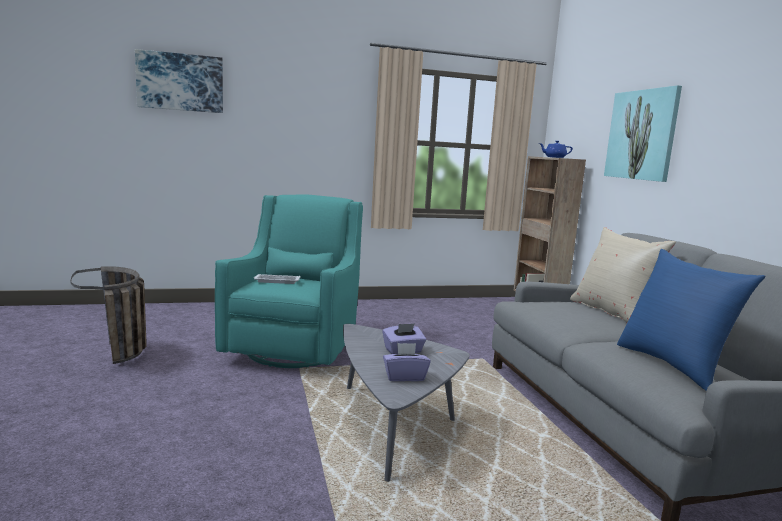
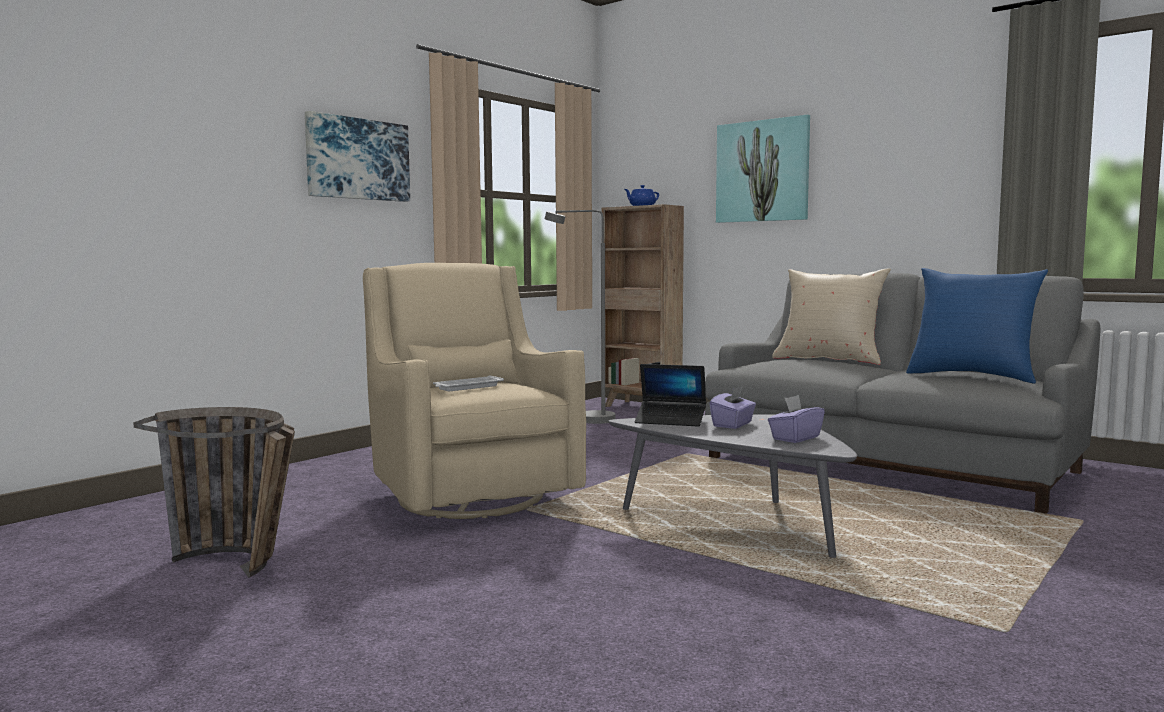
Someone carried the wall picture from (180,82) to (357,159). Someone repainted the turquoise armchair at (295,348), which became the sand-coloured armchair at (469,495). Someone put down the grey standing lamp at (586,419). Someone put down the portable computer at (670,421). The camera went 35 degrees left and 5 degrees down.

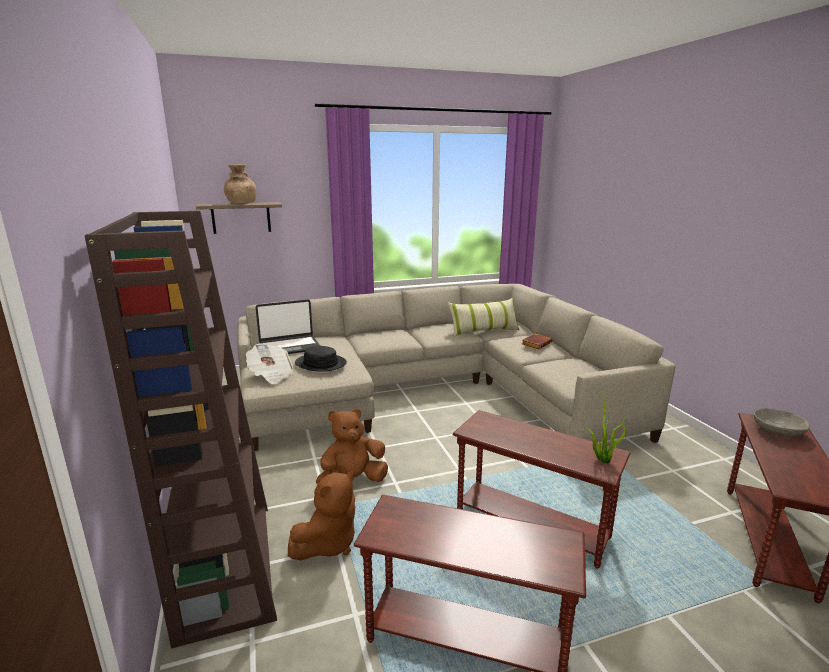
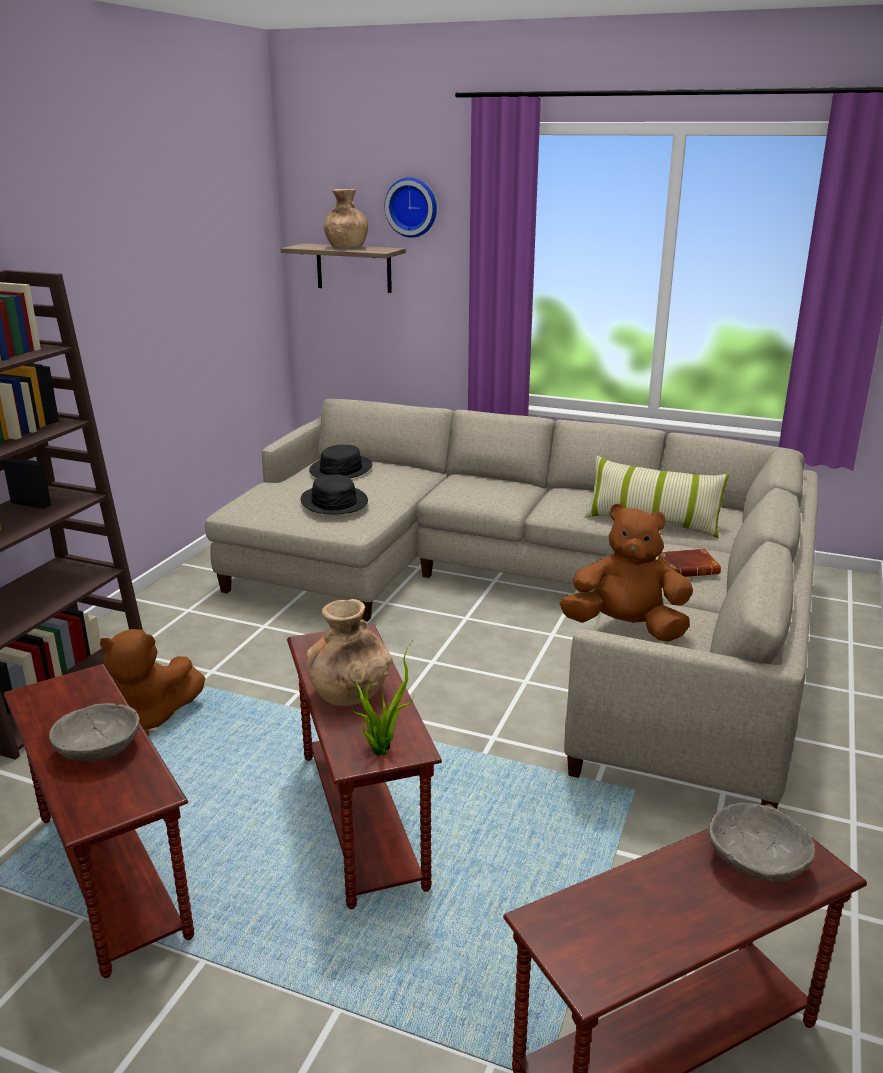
Someone put down the grey serving bowl at (99,748). Someone put down the brown-coloured vase at (349,693). Someone swapped the portable computer at (289,347) for the black-coloured clothing hat at (341,469). Someone put up the hanging clock at (412,207). Someone carried the brown-coloured plush toy from (352,481) to (626,628). Someone took away the daily paper at (271,375). The camera went 40 degrees right and 5 degrees up.

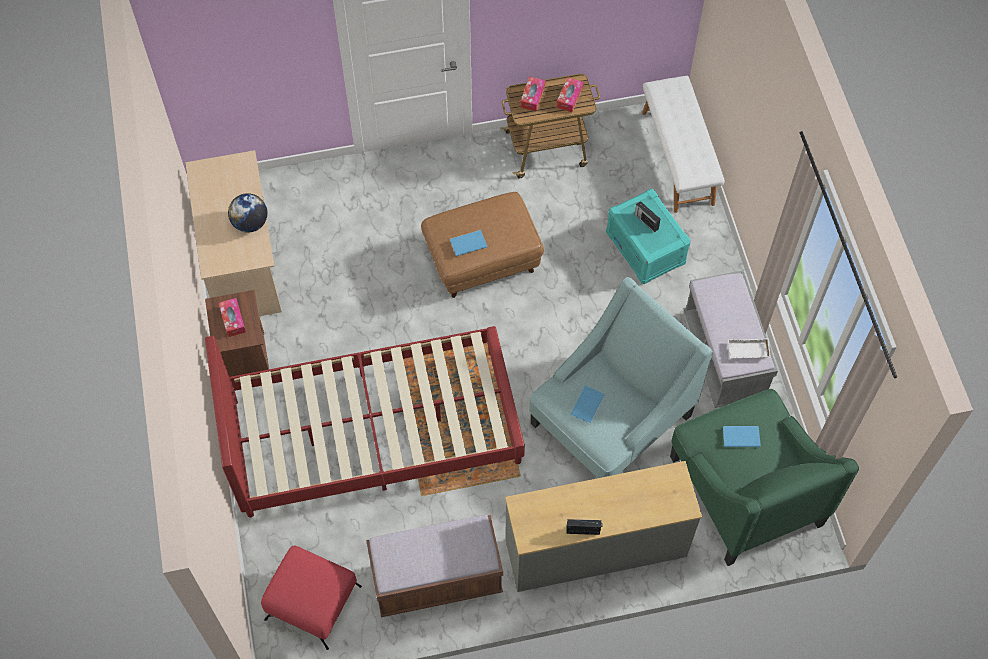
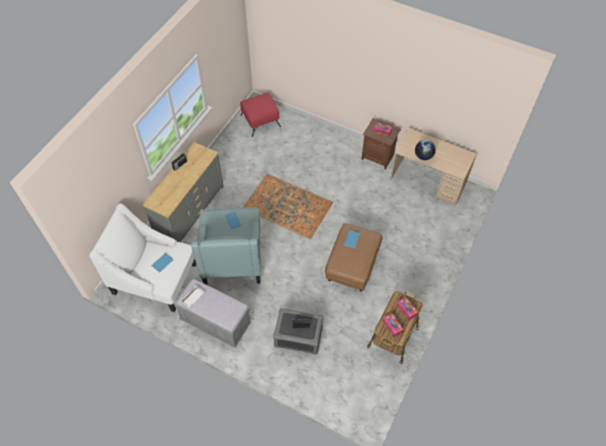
Someone repainted the green armchair at (745,489), which became the white armchair at (155,279). Someone repainted the turquoise storage bin at (646,247), which became the grey storage bin at (298,336). Someone took away the reddish sleeping bed at (373,432). Someone took away the brown-coloured indoor bench at (437,580). Someone took away the white indoor bench at (678,157). The camera went 130 degrees right and 5 degrees down.

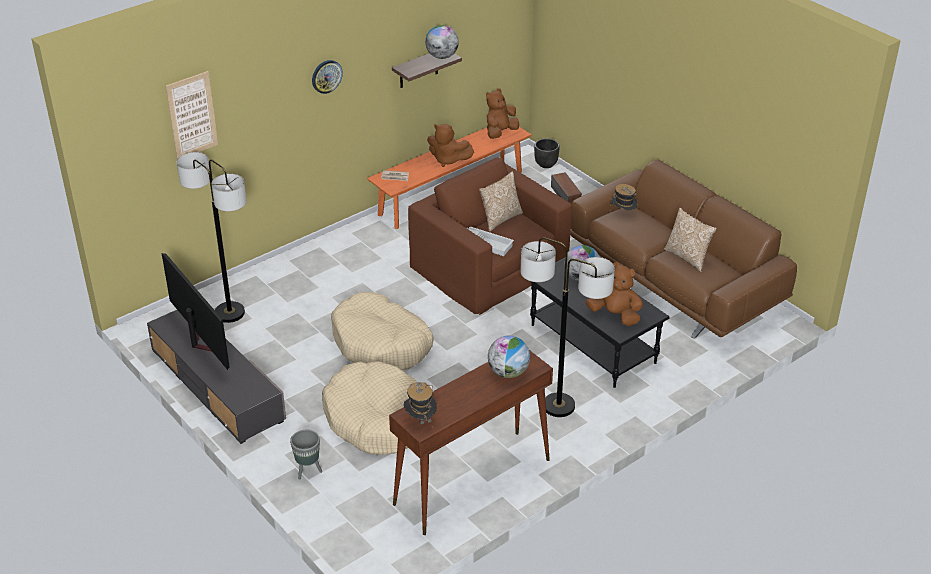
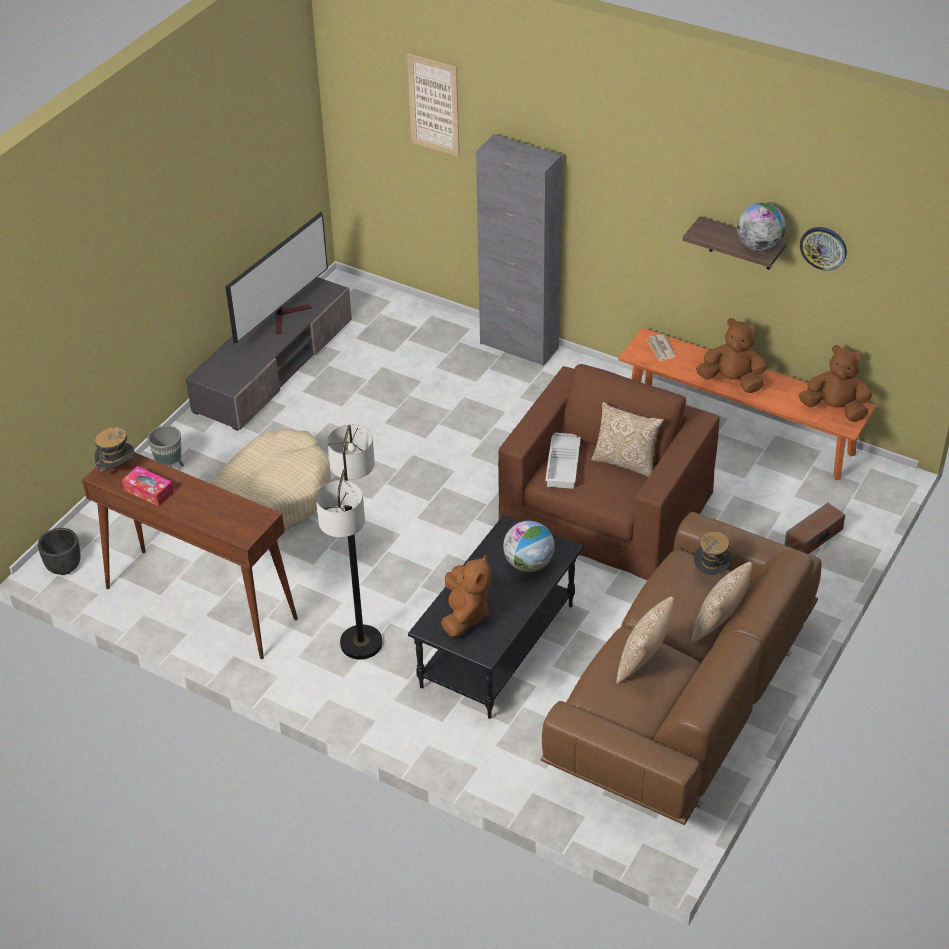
Someone carried the black-coloured plant pot from (545,164) to (63,566). Someone put down the tissue holder at (149,491). Someone put down the grey cupboard at (519,346). Someone put down the throw pillow at (719,625). Someone rotated the brown-coloured plush toy at (448,160) by 105 degrees clockwise. Someone carried the hanging clock from (326,76) to (823,247). Someone took away the standing lamp at (229,313). Someone took away the sand-coloured dog bed at (381,344). Someone took away the desk globe at (508,372). The camera went 70 degrees right and 5 degrees up.

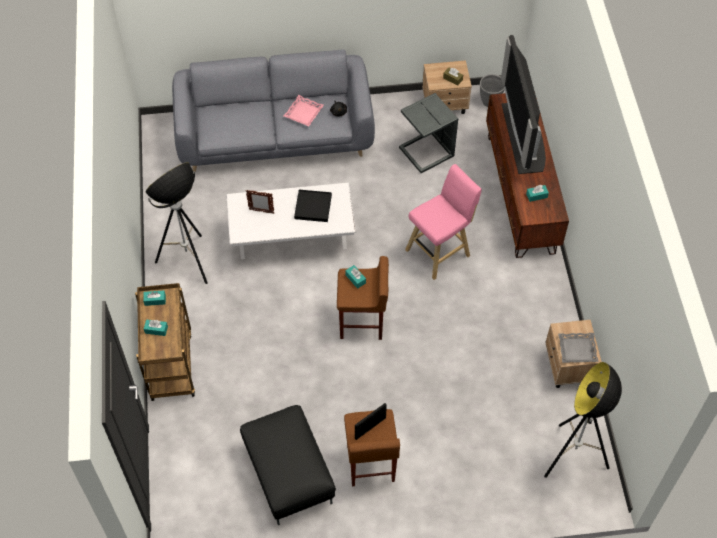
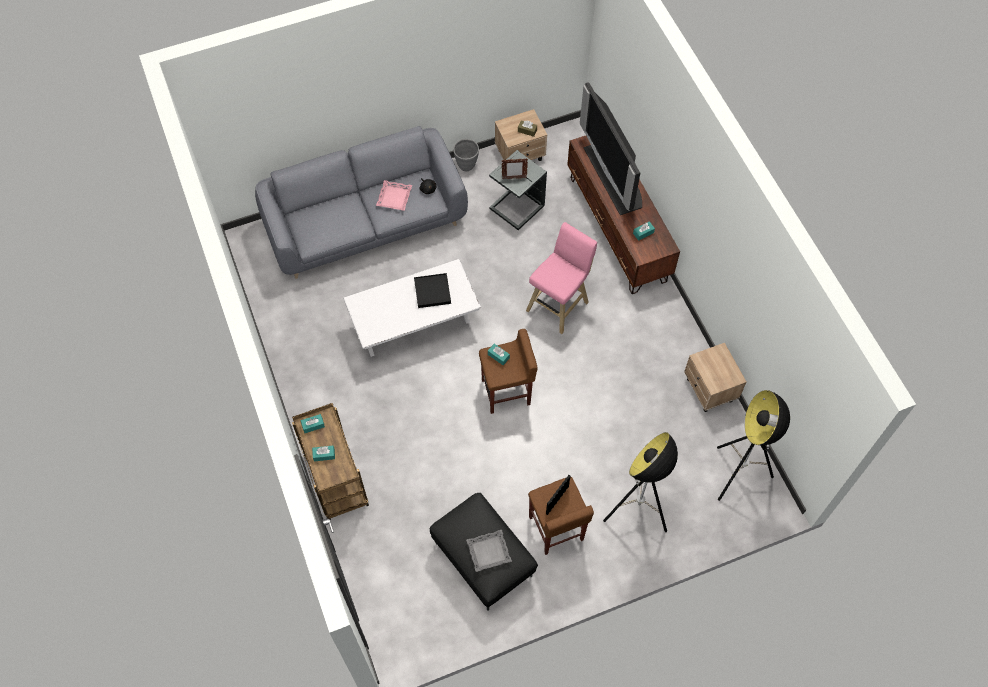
Someone carried the grey plant pot from (490,102) to (466,165). Someone carried the grey carrying tray from (577,350) to (488,552). Someone carried the picture frame from (261,211) to (514,178). Someone carried the standing lamp from (188,262) to (637,511). The camera went 15 degrees left and 5 degrees up.

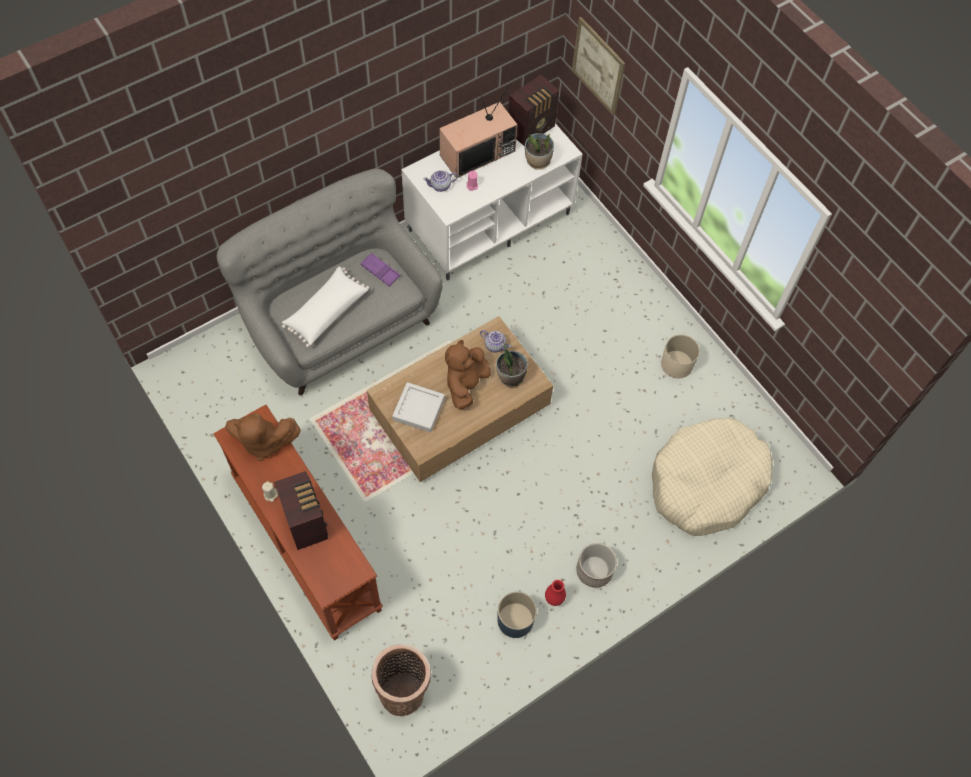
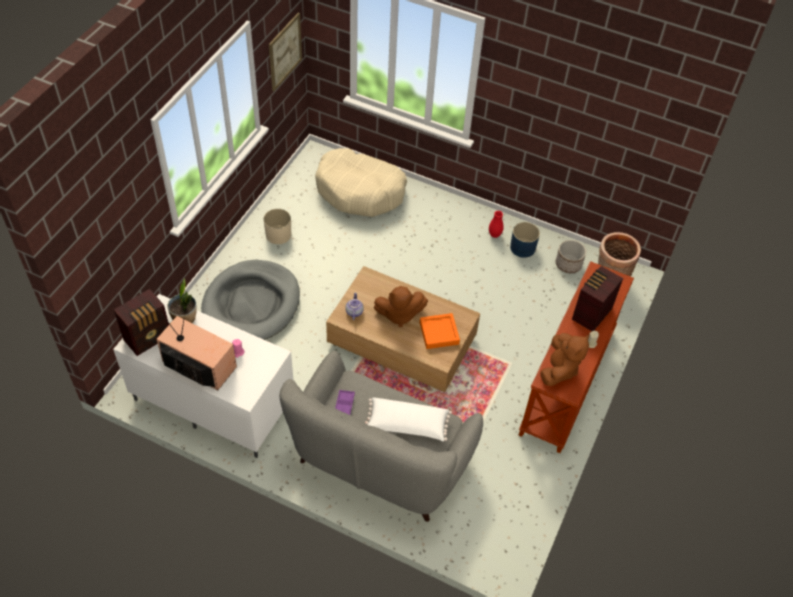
Someone rotated the radio set at (532,129) by 120 degrees clockwise. Someone put down the grey dog bed at (252,304). Someone carried the wall picture from (598,66) to (285,51). Someone repainted the grey carrying tray at (418,409), which became the orange carrying tray at (439,333). Someone rotated the brown-coloured plush toy at (263,442) by 45 degrees clockwise. Someone carried the plant pot from (594,571) to (568,264). Someone took away the pot for tea at (440,186). Someone took away the plant in a pot at (510,377). The camera went 120 degrees left and 10 degrees down.

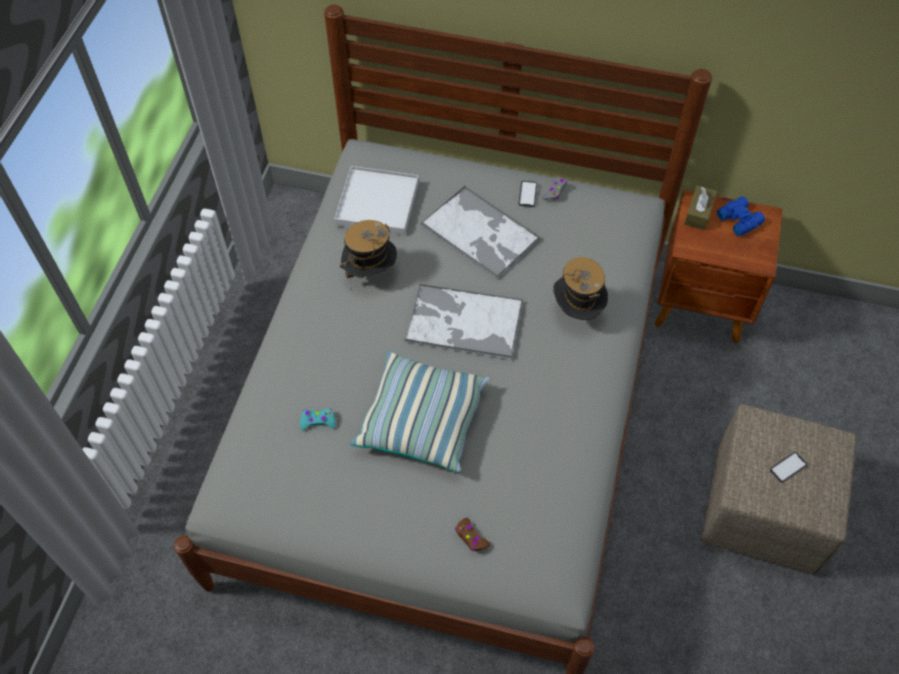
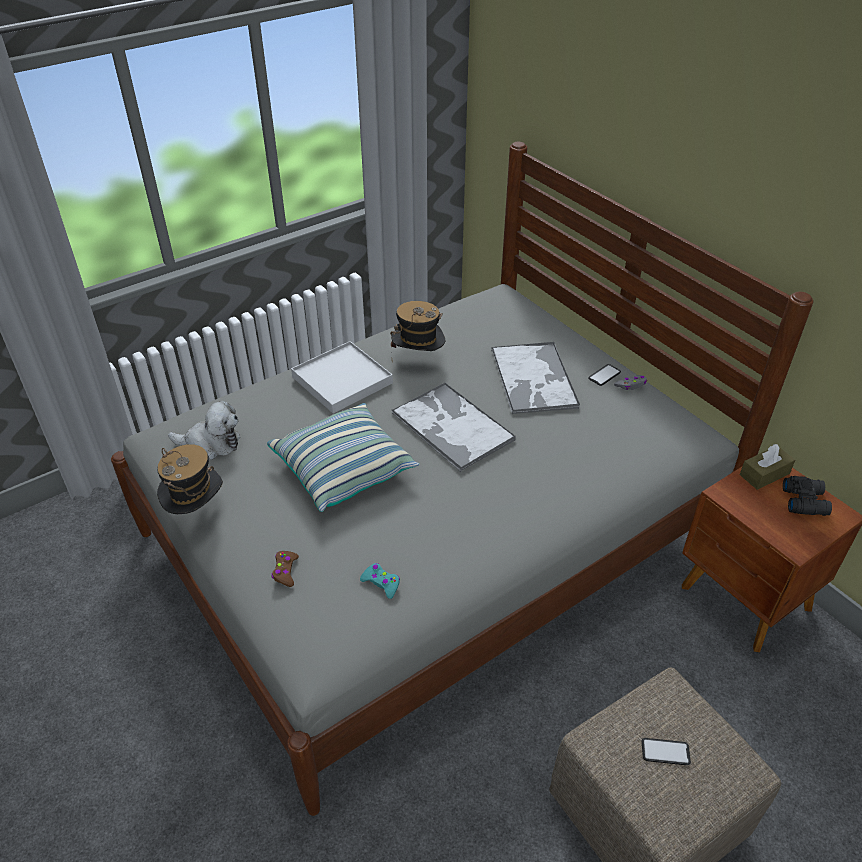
Someone carried the clothing hat from (577,311) to (197,511). Someone put down the plush toy at (211,443). Someone carried the white carrying tray from (377,204) to (342,380). Someone carried the turquoise gamepad from (318,421) to (381,583). Someone repainted the blue-coloured pair of binoculars at (739,219), which became the black-coloured pair of binoculars at (805,501). The camera went 40 degrees right and 15 degrees down.

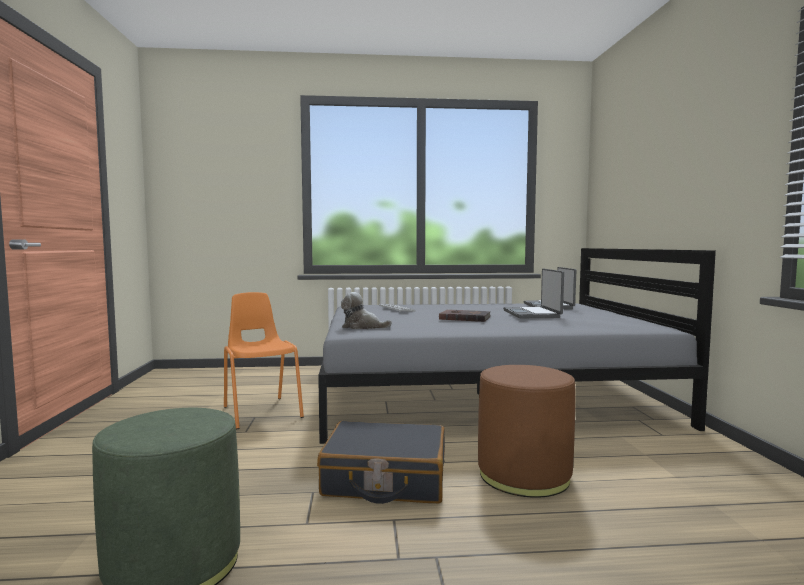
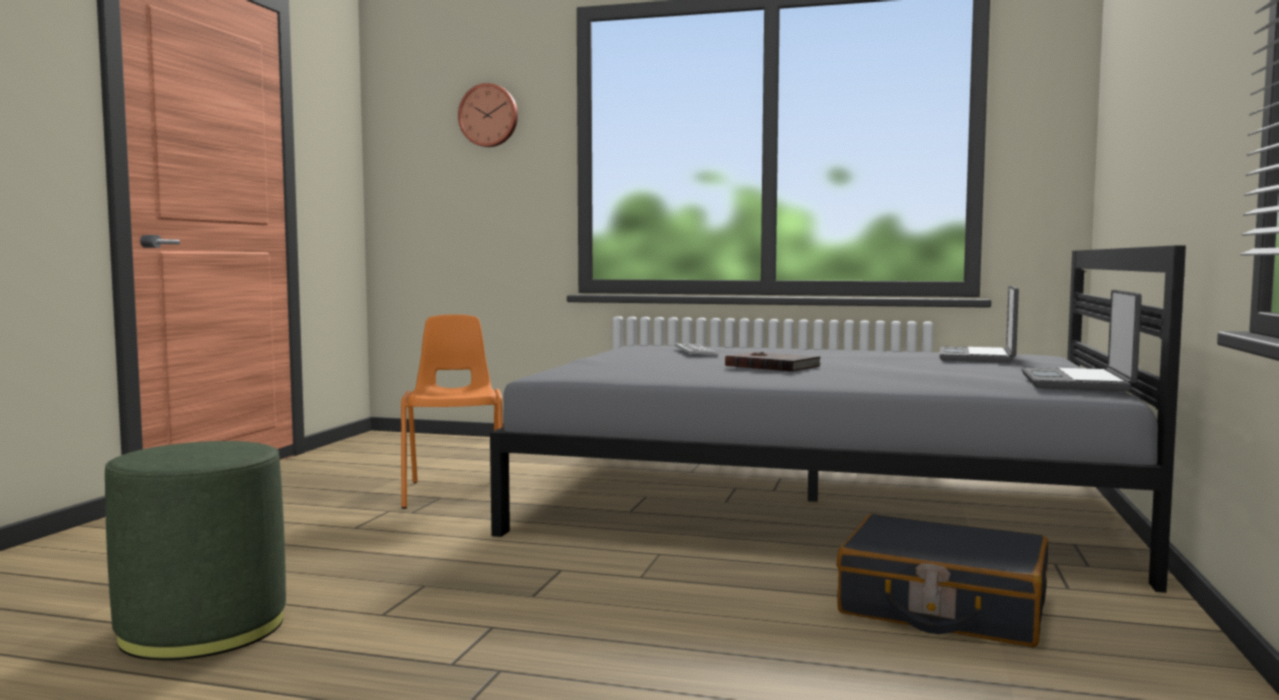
Someone put up the hanging clock at (489,115). Someone carried the black-coloured suitcase from (385,479) to (942,607). Someone carried the portable computer from (532,314) to (1078,382). Someone took away the plush toy at (362,327). Someone took away the brown-coloured footrest at (523,475). The camera went 20 degrees right and 0 degrees up.

